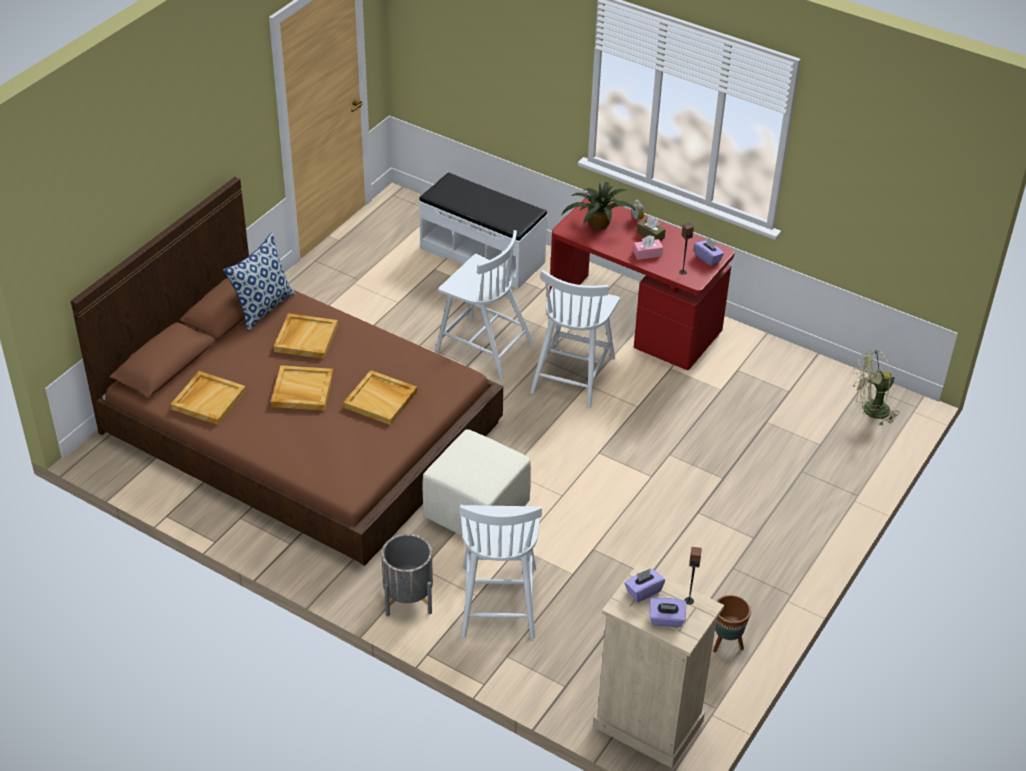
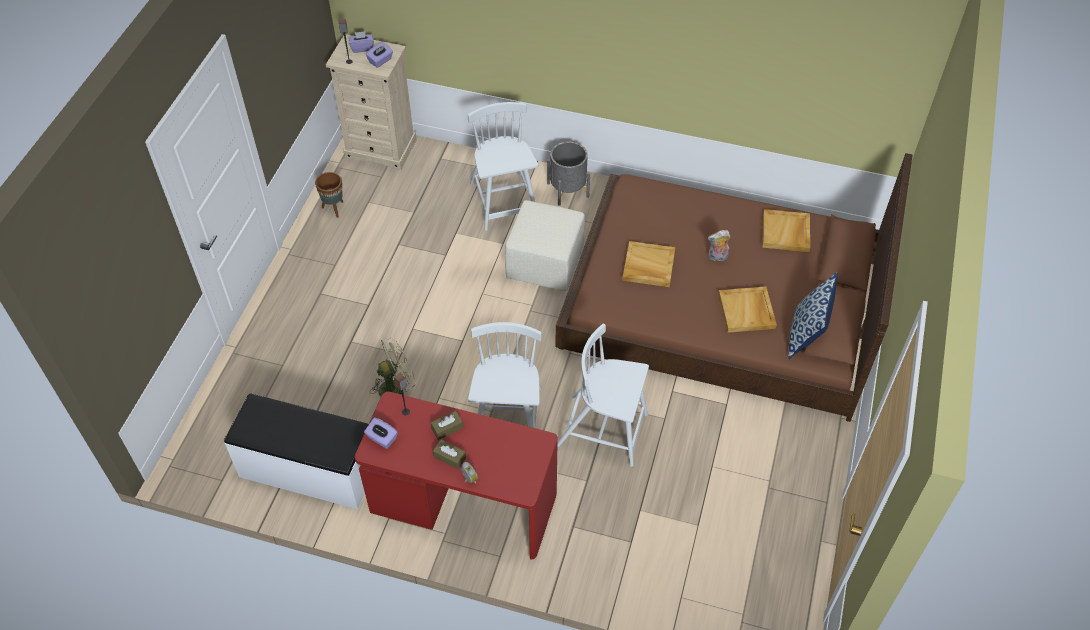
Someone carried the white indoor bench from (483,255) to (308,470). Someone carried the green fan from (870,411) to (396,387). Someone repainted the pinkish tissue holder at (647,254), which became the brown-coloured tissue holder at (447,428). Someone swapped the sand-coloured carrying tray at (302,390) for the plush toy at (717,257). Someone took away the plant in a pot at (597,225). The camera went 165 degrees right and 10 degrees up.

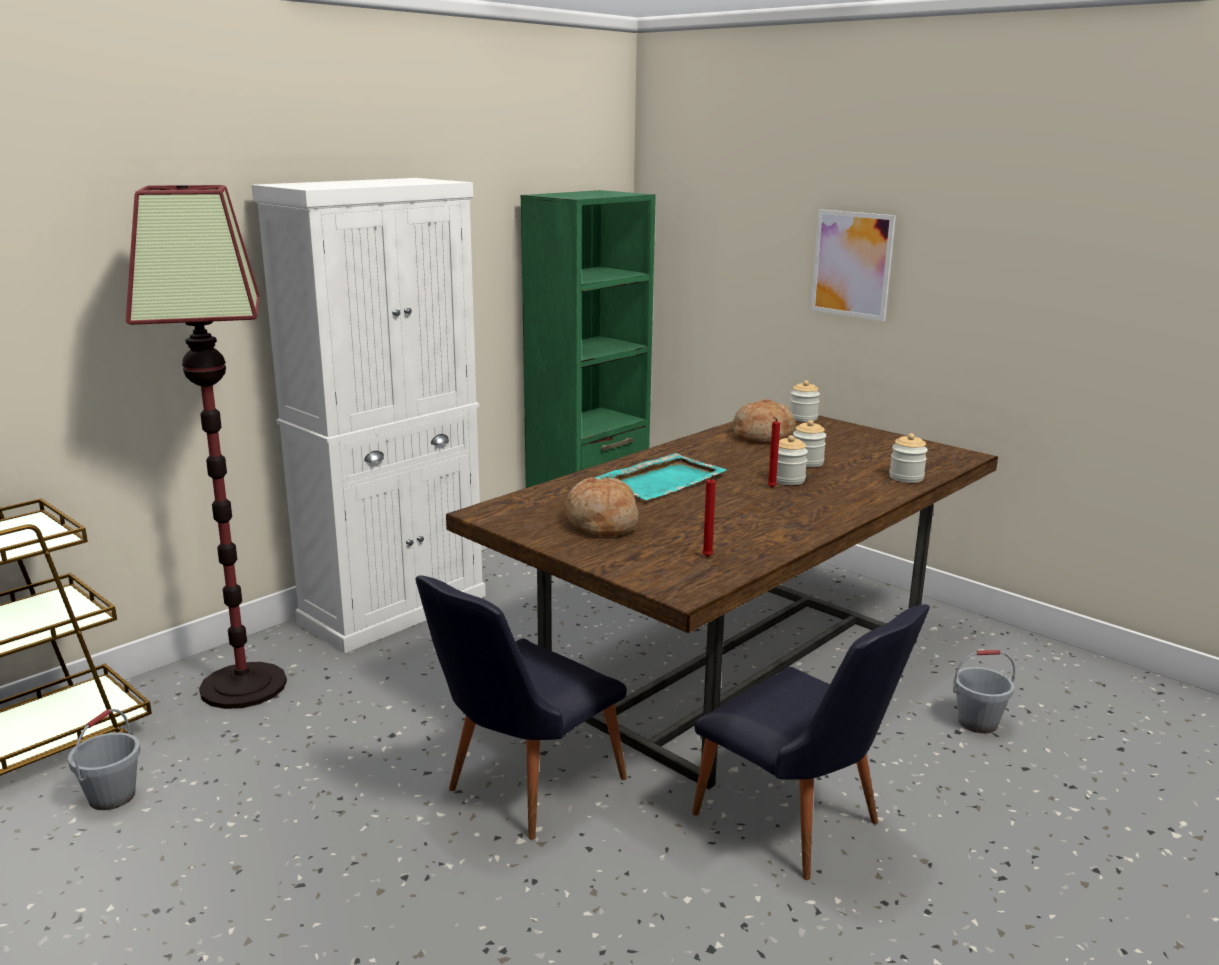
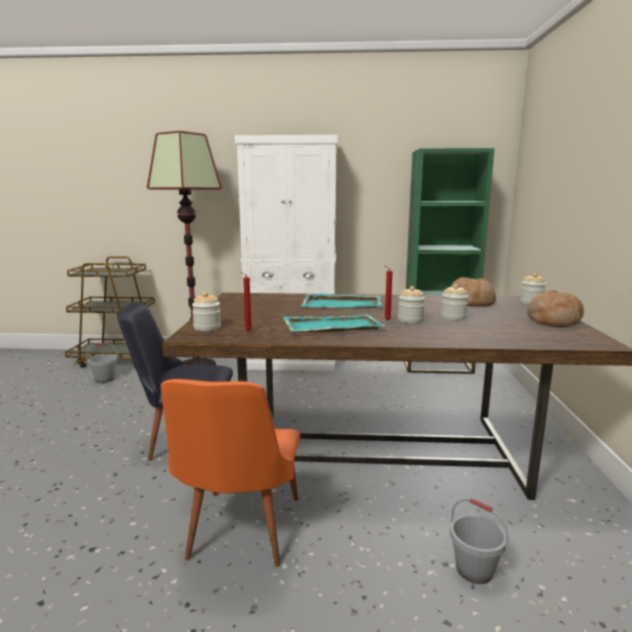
Someone repainted the black-coloured plain chair at (799,827), which became the orange plain chair at (239,535). Someone carried the storage jar from (906,477) to (207,327). Someone put down the turquoise carrying tray at (331,326). Someone carried the bread from (601,523) to (553,321). Someone took away the wall picture at (852,264). The camera went 50 degrees right and 5 degrees down.

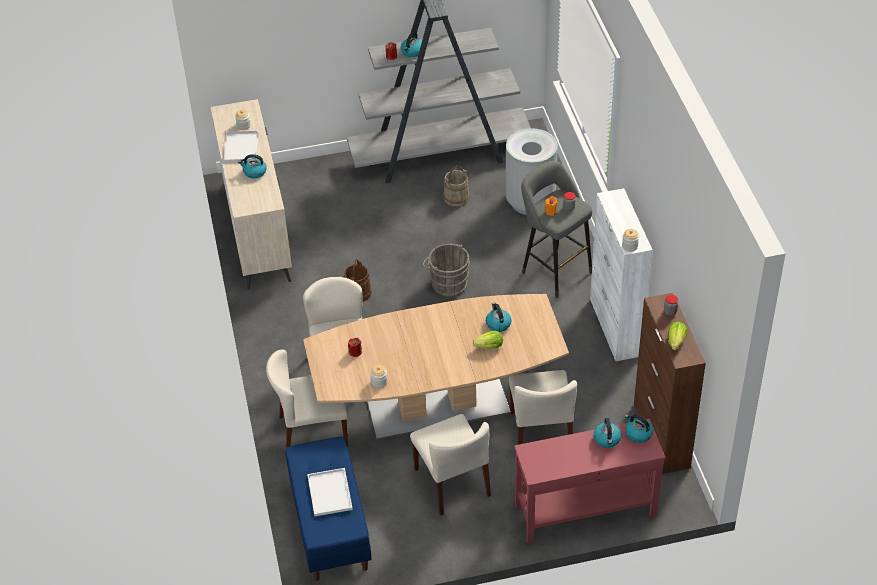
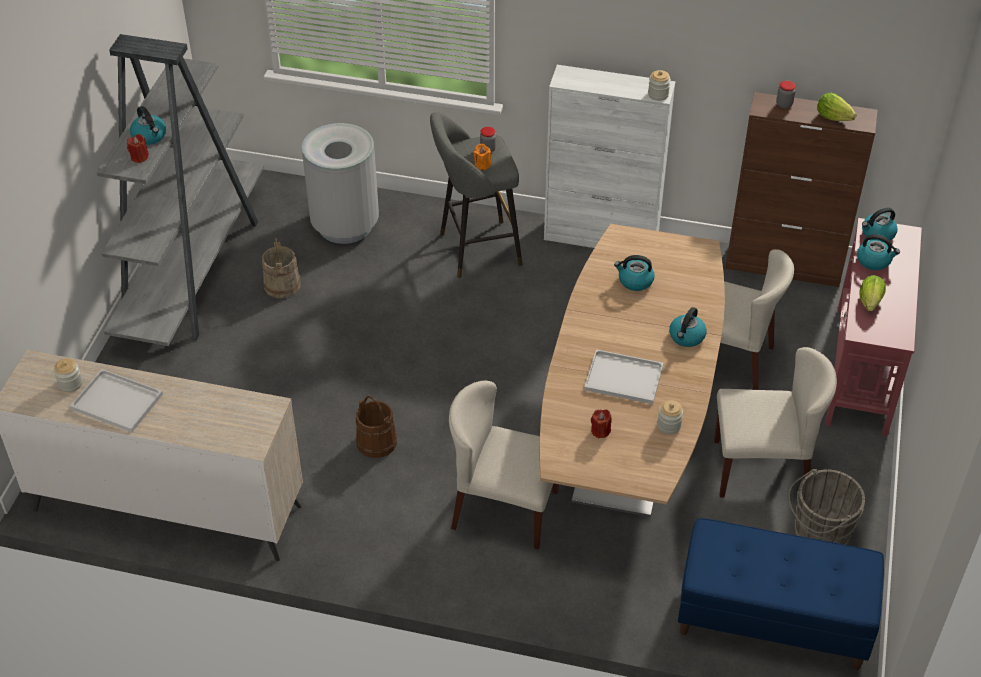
Someone carried the white carrying tray from (329,492) to (622,378). Someone carried the kettle from (254,172) to (686,337). Someone carried the grey bucket from (447,283) to (818,532). Someone carried the head of lettuce from (489,346) to (870,301). Someone took away the sand-coloured plain chair at (312,431). The camera went 65 degrees left and 0 degrees up.

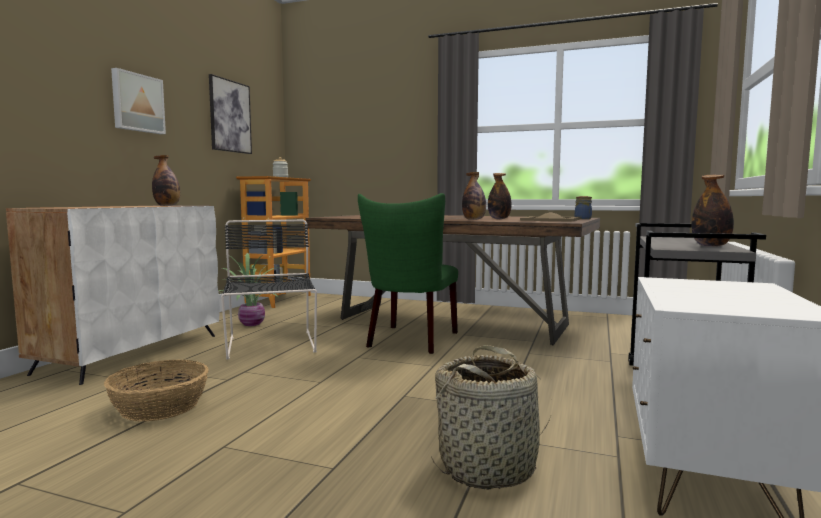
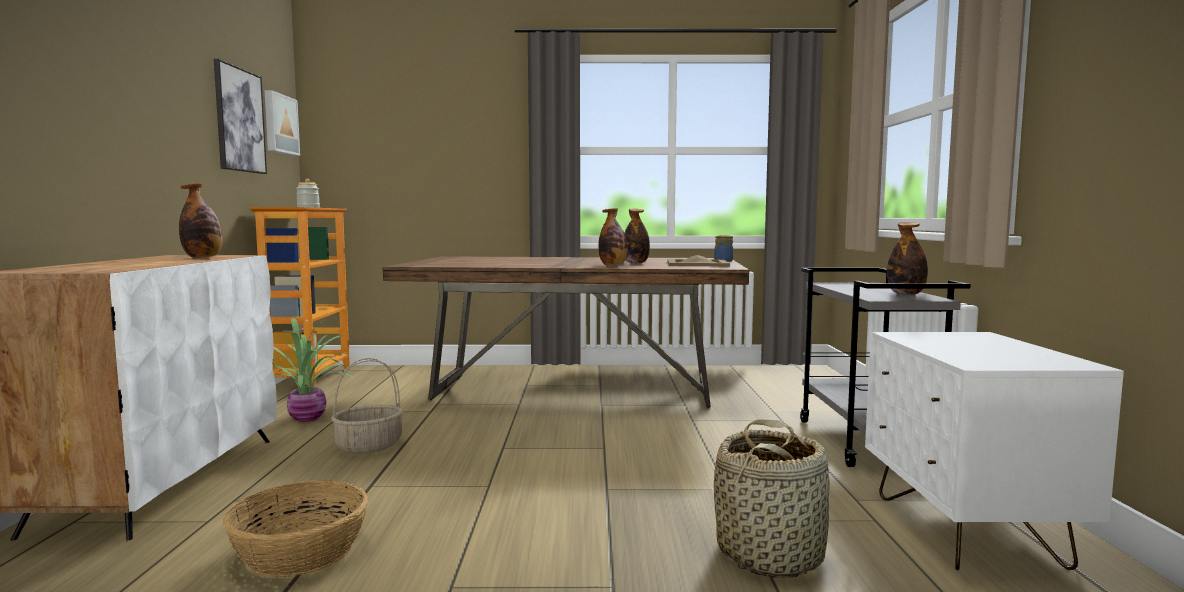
Someone carried the wall picture from (137,103) to (279,124). Someone swapped the black-coloured plain chair at (271,345) for the basket at (369,446). Someone took away the green plain chair at (410,341). The camera went 20 degrees left and 0 degrees up.

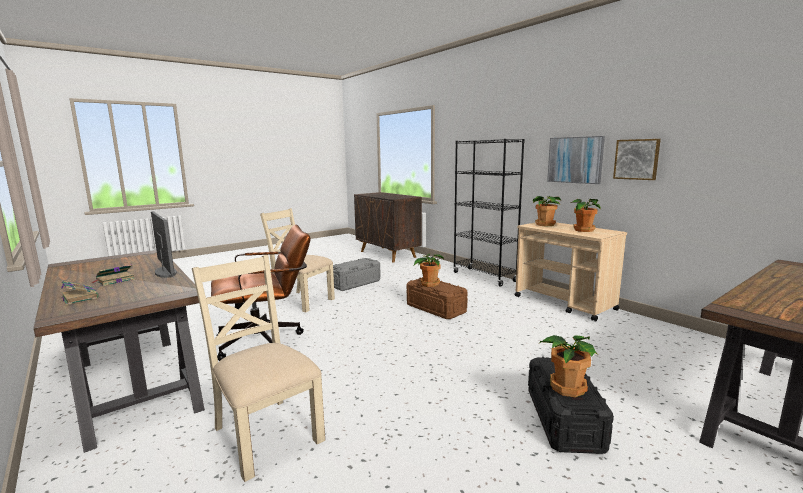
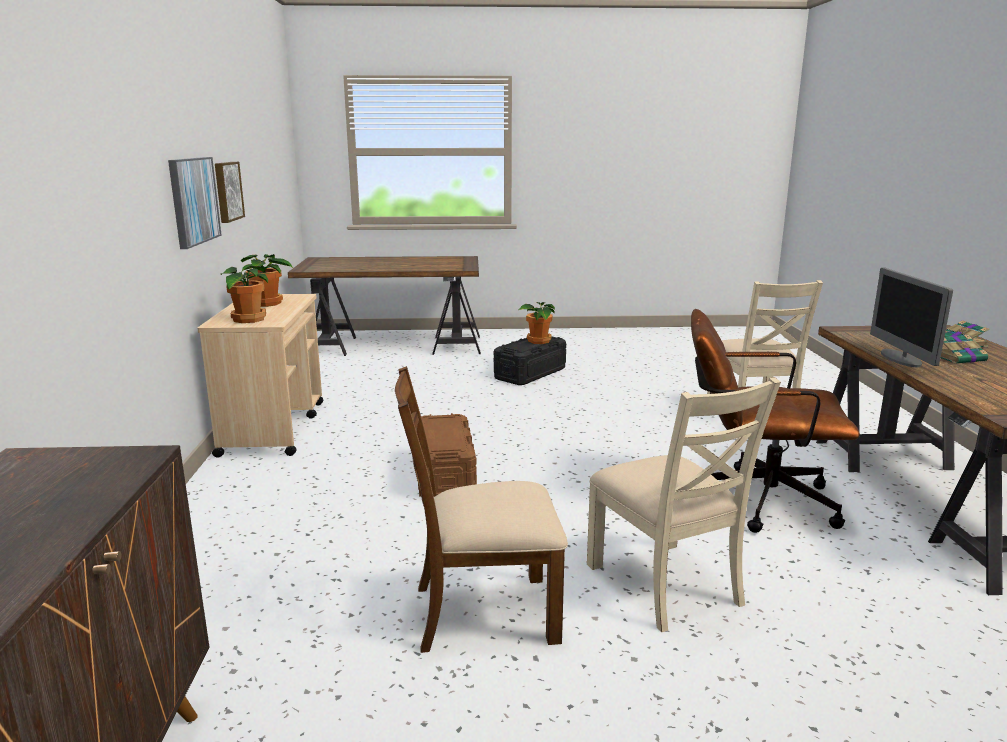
Someone swapped the grey storage bin at (355,283) for the brown-coloured plain chair at (483,612). Someone took away the plant in a pot at (429,284). Someone took away the black-coloured bookshelf at (484,277). The camera went 145 degrees left and 5 degrees up.

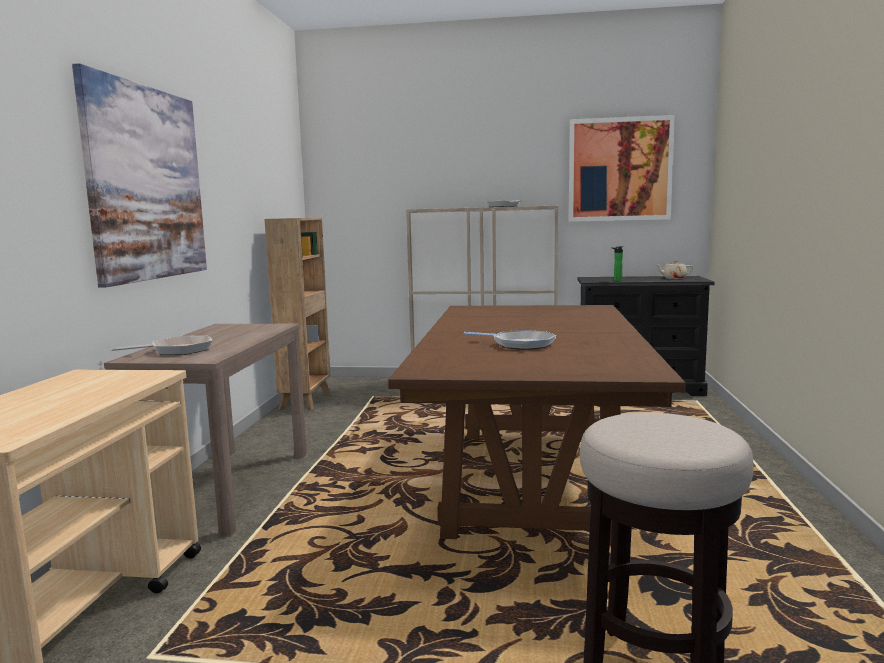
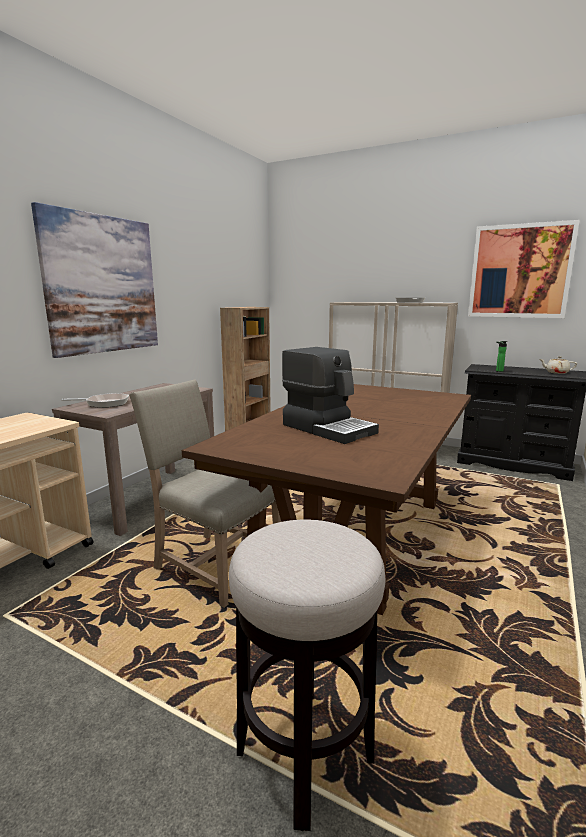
Someone put down the sand-coloured plain chair at (213,564). Someone swapped the frying pan at (520,344) for the coffee brewer at (328,428). The camera went 20 degrees right and 5 degrees up.

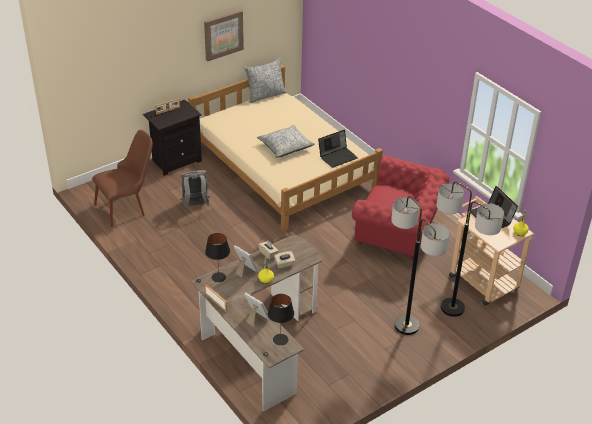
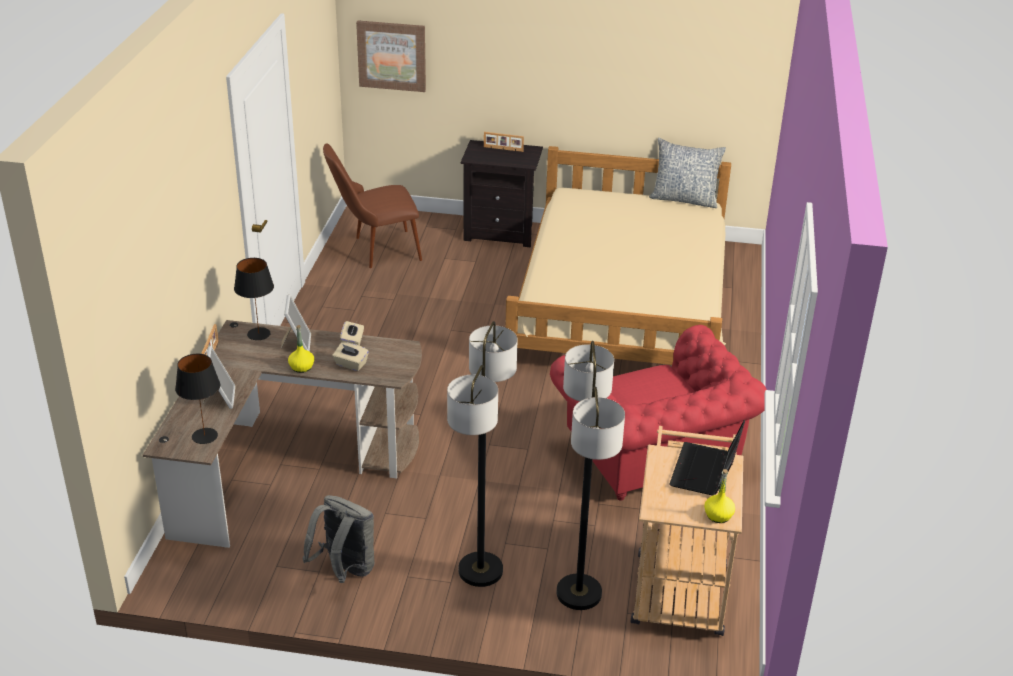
Someone carried the grey backpack from (195,205) to (344,570). Someone rotated the brown-coloured plain chair at (127,207) by 150 degrees clockwise. Someone carried the wall picture from (223,35) to (392,55). Someone took away the throw pillow at (285,147). Someone took away the portable computer at (337,156). The camera went 45 degrees right and 5 degrees down.

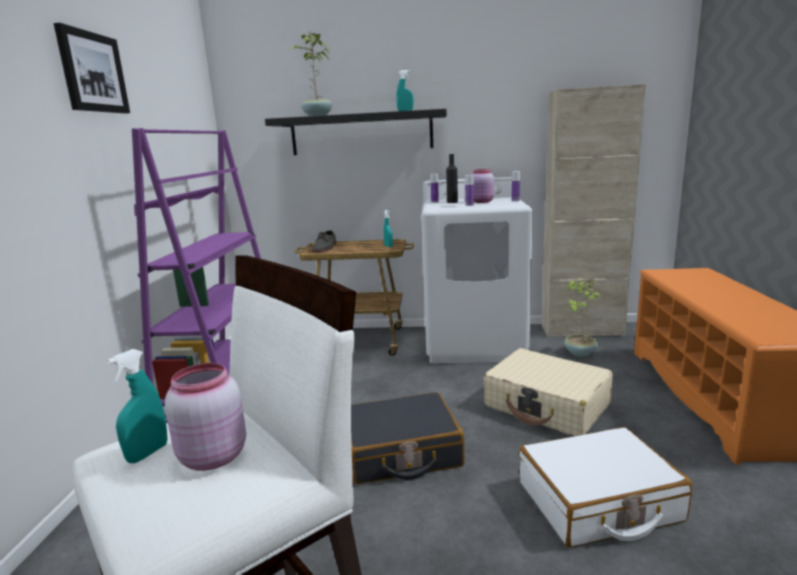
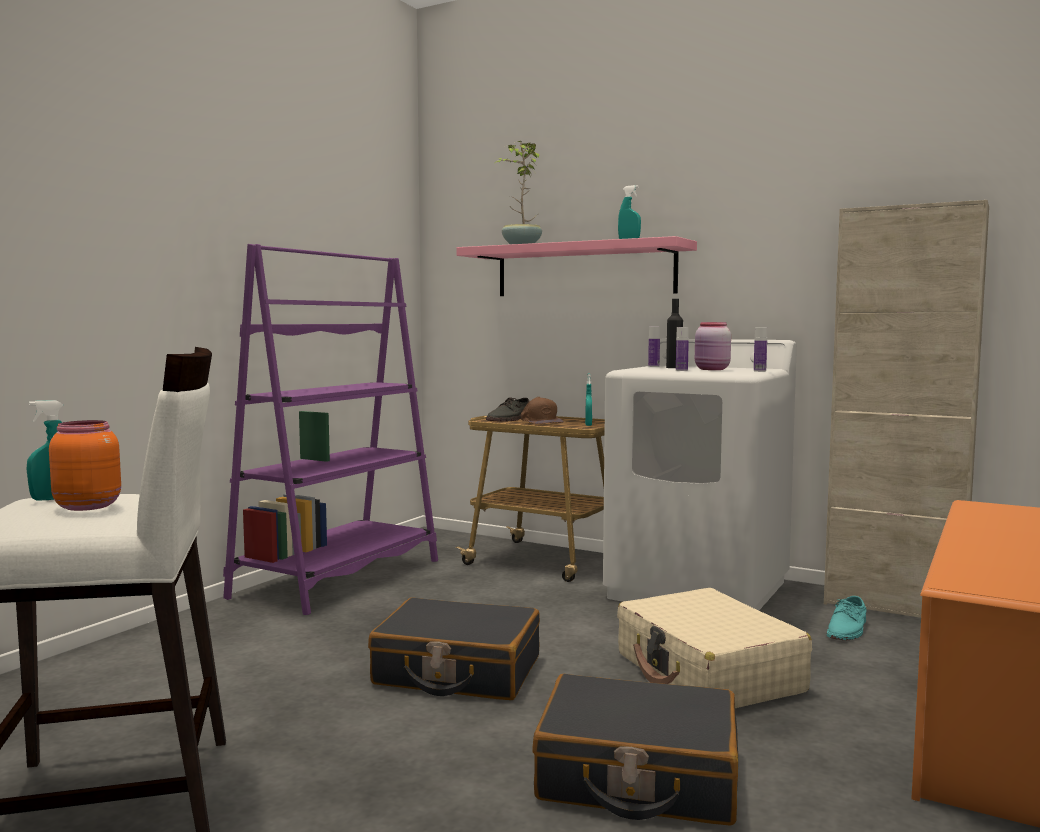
Someone repainted the pinkish storage jar at (211,456), which became the orange storage jar at (87,506). Someone repainted the black-coloured bracket shelf at (361,133), which became the pinkish bracket shelf at (584,270). Someone put down the brown-coloured peaked cap at (541,421). Someone repainted the white suitcase at (598,502), which became the black-coloured suitcase at (637,776). Someone swapped the plant in a pot at (579,353) for the turquoise low shoe at (848,629). Someone took away the wall picture at (92,72). The camera went 25 degrees right and 10 degrees down.

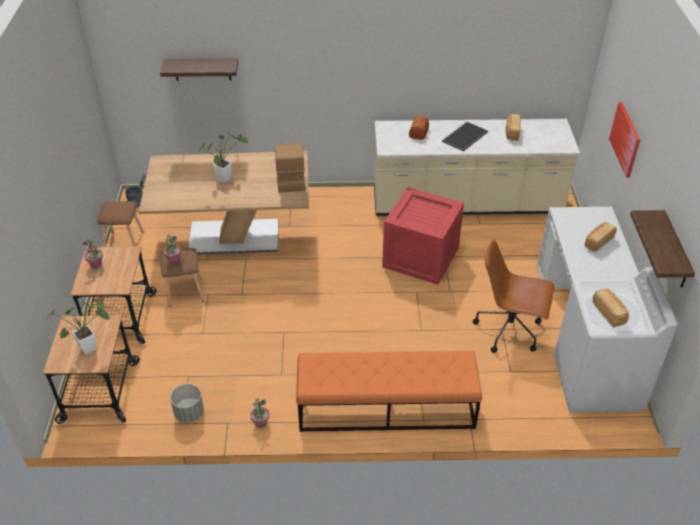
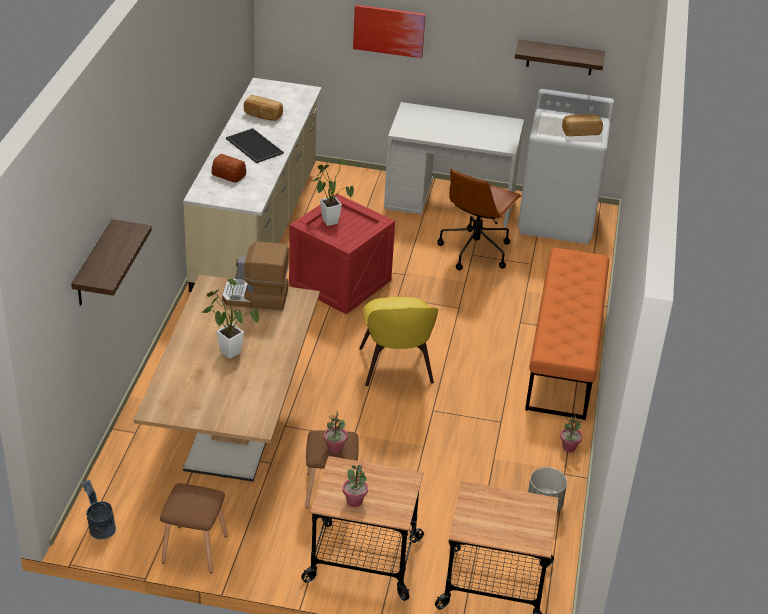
Someone carried the plant in a pot from (92,347) to (329,220). Someone put down the yellowish plain chair at (396,368). Someone took away the bread at (598,242). The camera went 80 degrees left and 5 degrees down.

